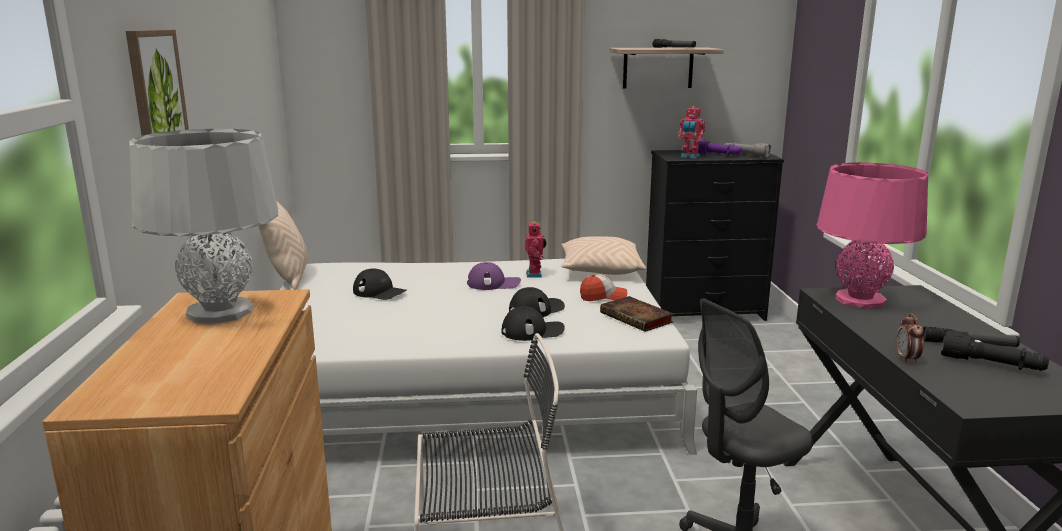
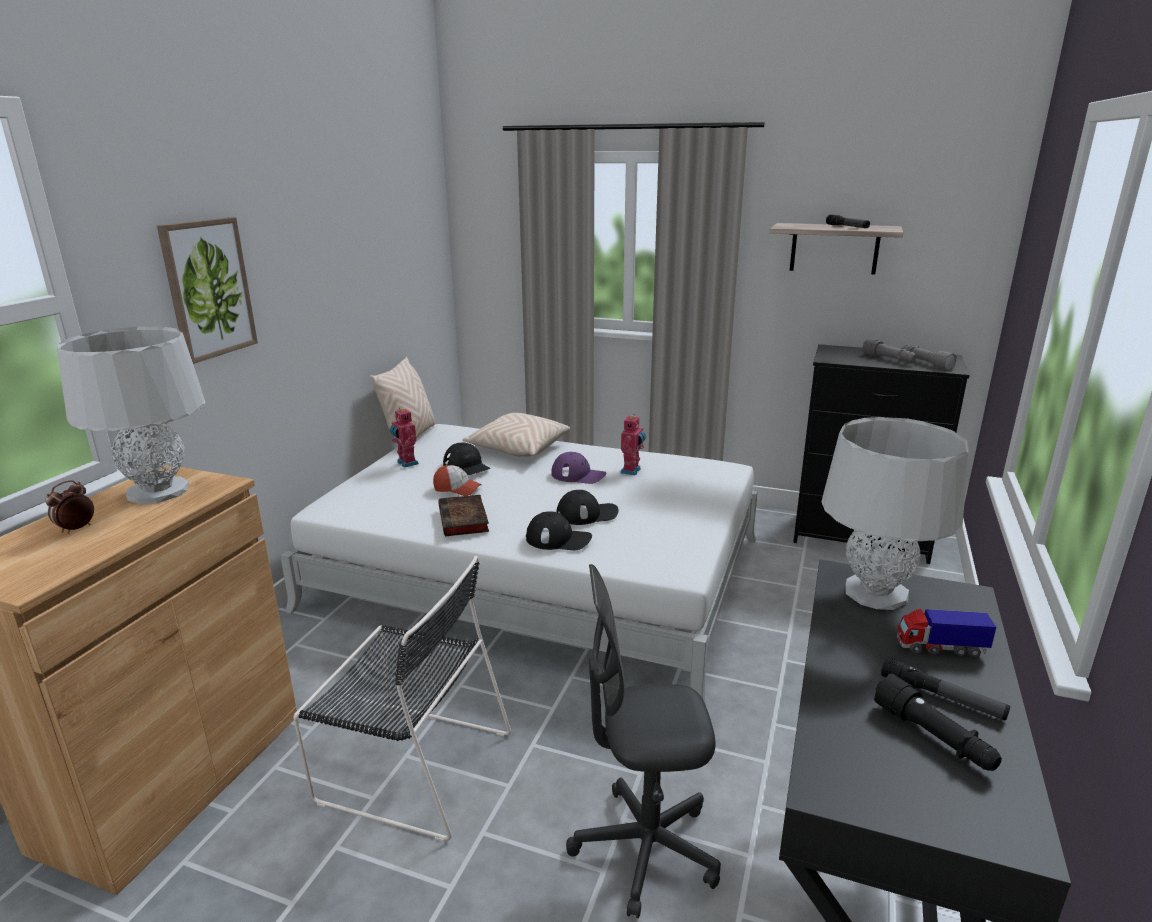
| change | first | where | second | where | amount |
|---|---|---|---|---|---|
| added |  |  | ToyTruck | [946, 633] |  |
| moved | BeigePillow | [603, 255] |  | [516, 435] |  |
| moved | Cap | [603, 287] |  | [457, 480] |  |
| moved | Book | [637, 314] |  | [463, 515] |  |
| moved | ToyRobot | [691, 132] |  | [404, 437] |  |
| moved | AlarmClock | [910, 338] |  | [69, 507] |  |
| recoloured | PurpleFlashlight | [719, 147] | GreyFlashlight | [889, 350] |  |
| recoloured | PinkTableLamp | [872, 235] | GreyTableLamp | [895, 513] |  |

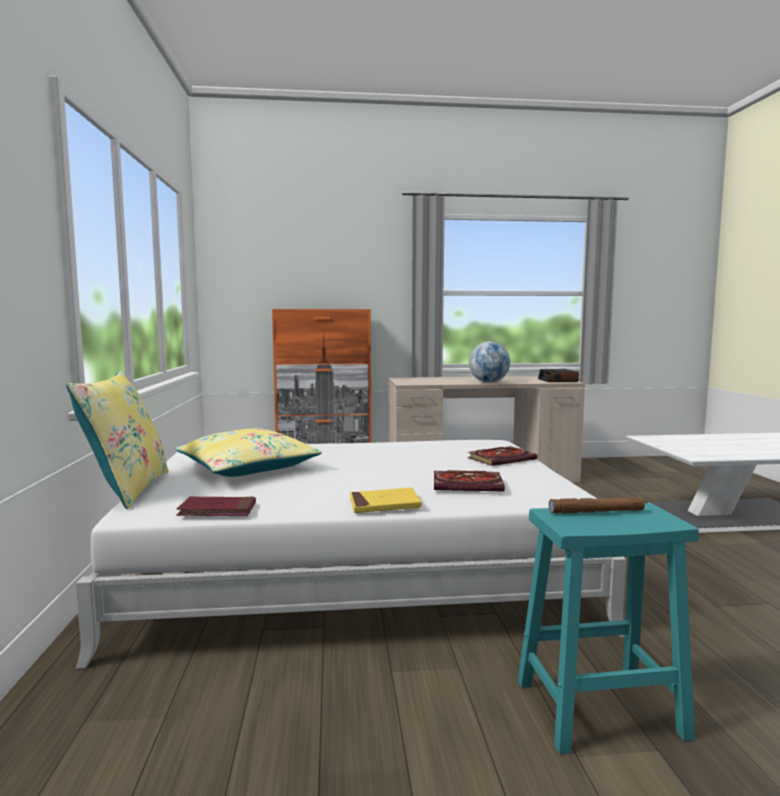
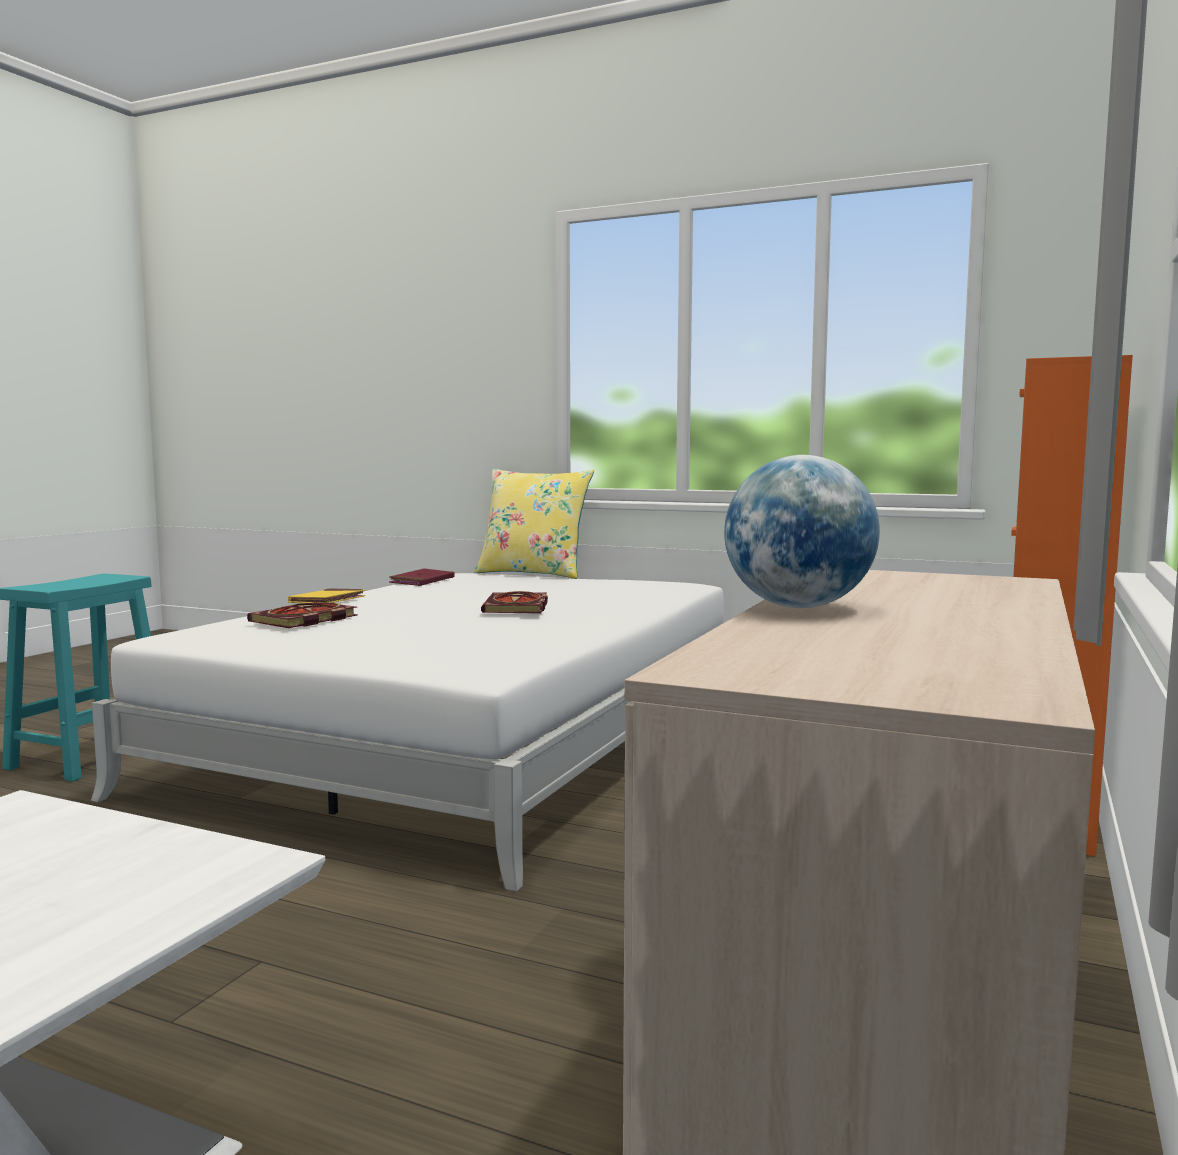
| change | first | where | second | where | amount |
|---|---|---|---|---|---|
| removed | YellowPillow | [249, 452] |  |  |  |
| removed | AlarmClock | [558, 375] |  |  |  |
| removed | BrownFlashlight | [597, 505] |  |  |  |
| moved | Book | [503, 456] |  | [514, 602] |  |

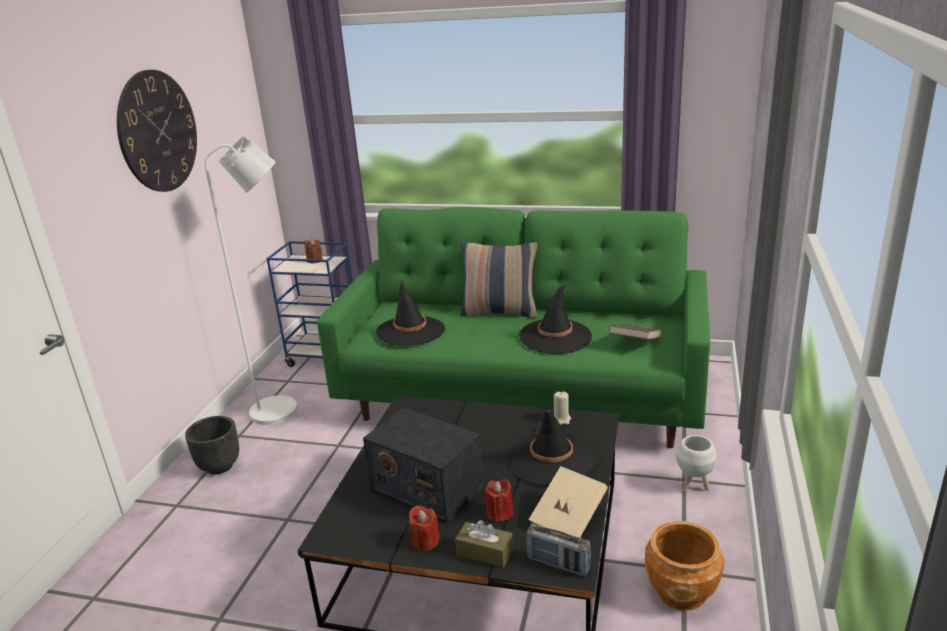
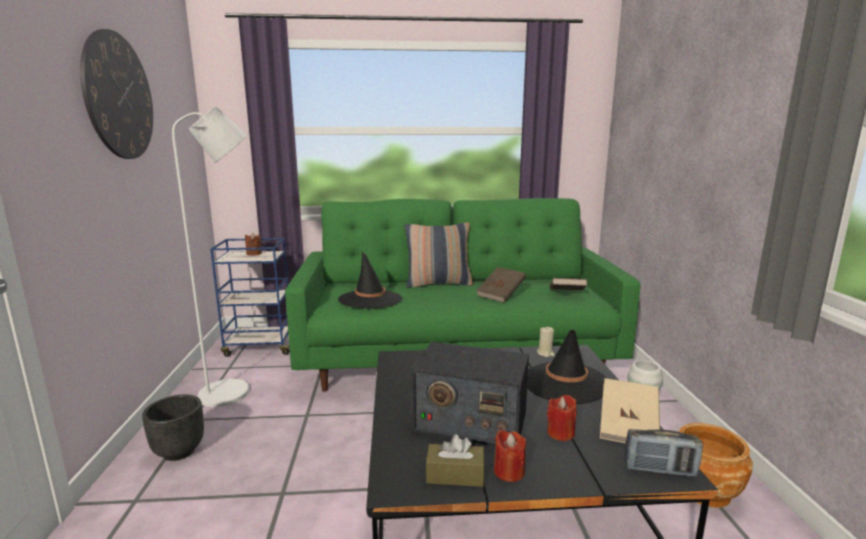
| change | first | where | second | where | amount |
|---|---|---|---|---|---|
| moved | BrownTissueBox | [484, 544] |  | [455, 460] |  |
| replaced | BlackHat | [555, 319] | BrownBook | [501, 285] |  |

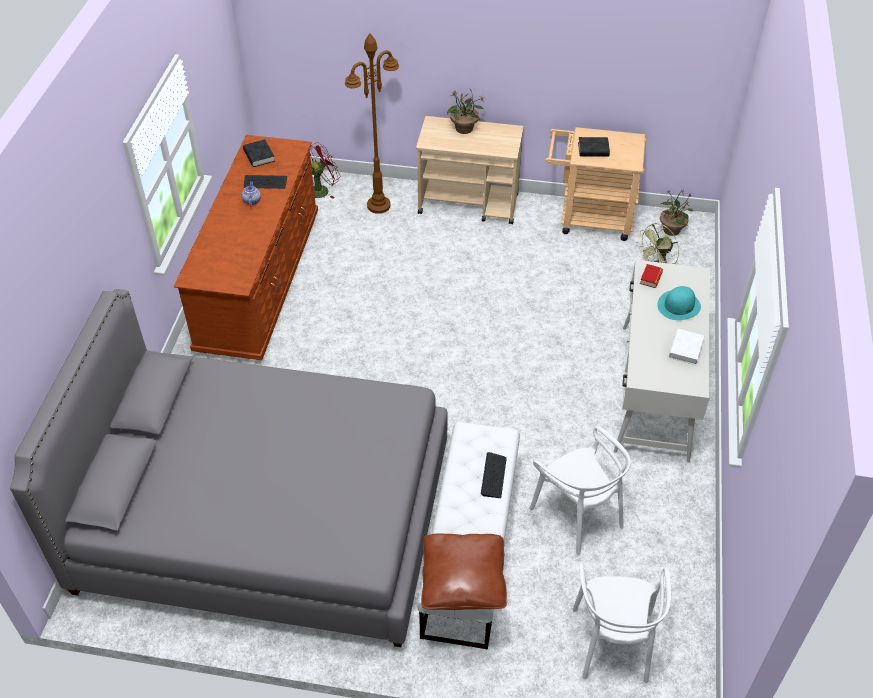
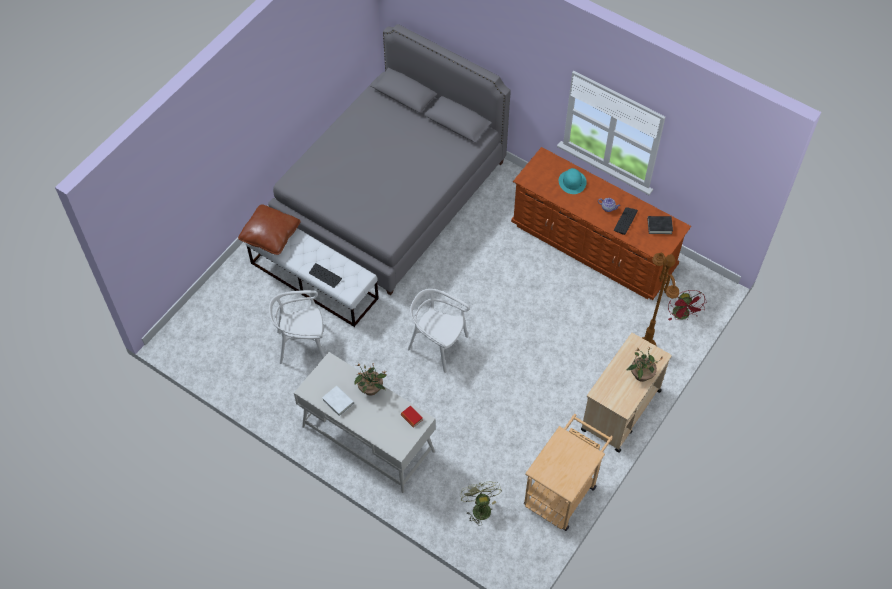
| change | first | where | second | where | amount |
|---|---|---|---|---|---|
| removed | BlackBook | [594, 147] |  |  |  |
| moved | WhiteChair | [622, 622] |  | [439, 331] |  |
| moved | TurquoiseHat | [679, 303] |  | [573, 181] |  |
| moved | PottedPlant | [676, 213] |  | [370, 379] |  |

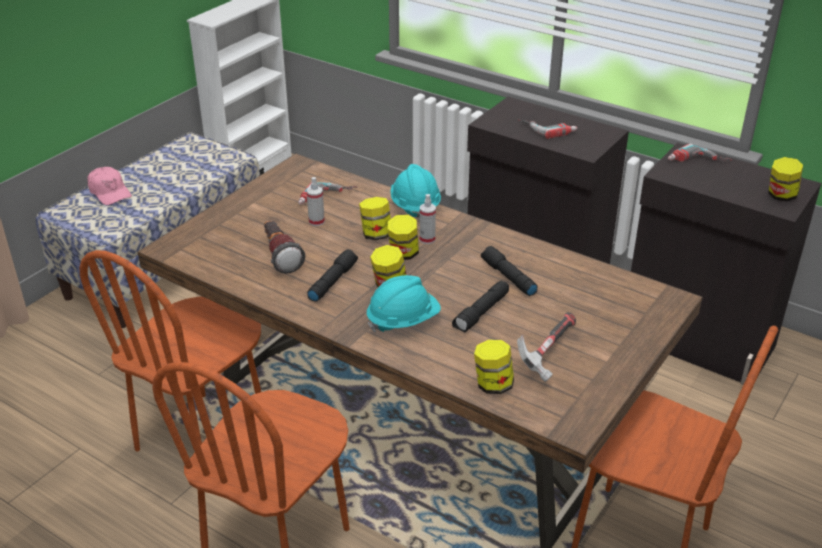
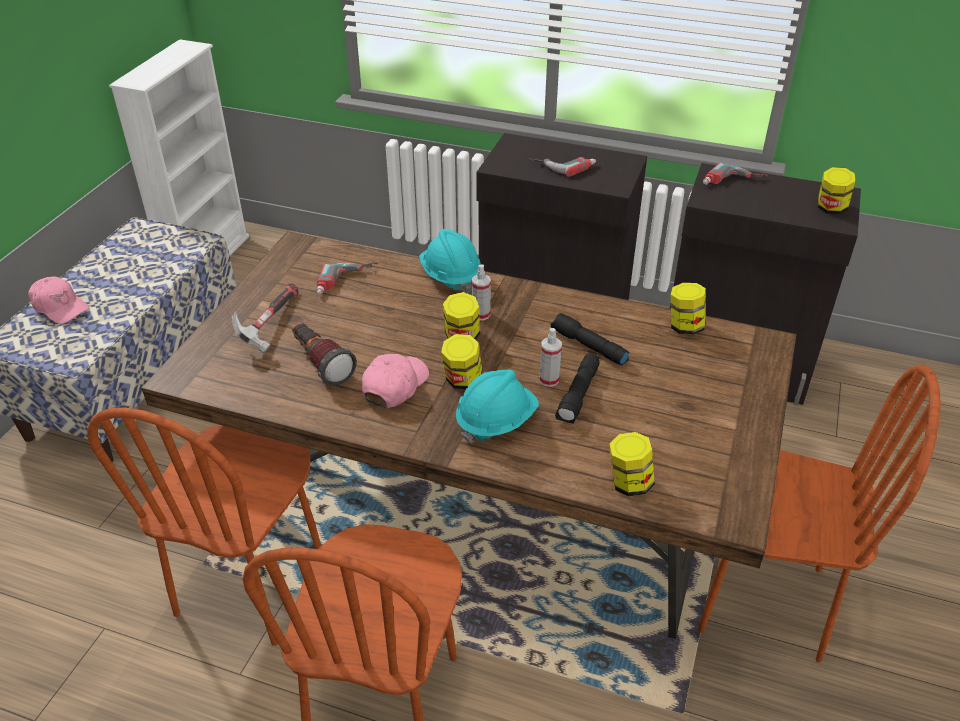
| change | first | where | second | where | amount |
|---|---|---|---|---|---|
| moved | SprayBottle | [316, 201] |  | [551, 357] |  |
| moved | Jar | [375, 218] |  | [688, 308] |  |
| moved | Hammer | [546, 347] |  | [265, 318] |  |
| replaced | BlackFlashlight | [332, 275] | PinkCap | [395, 381] |  |

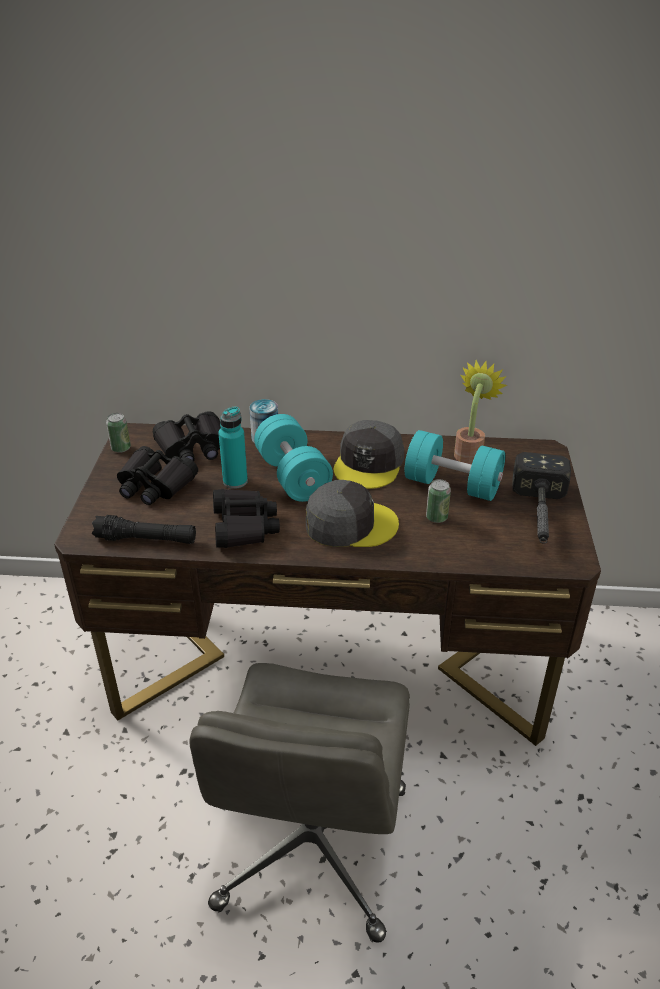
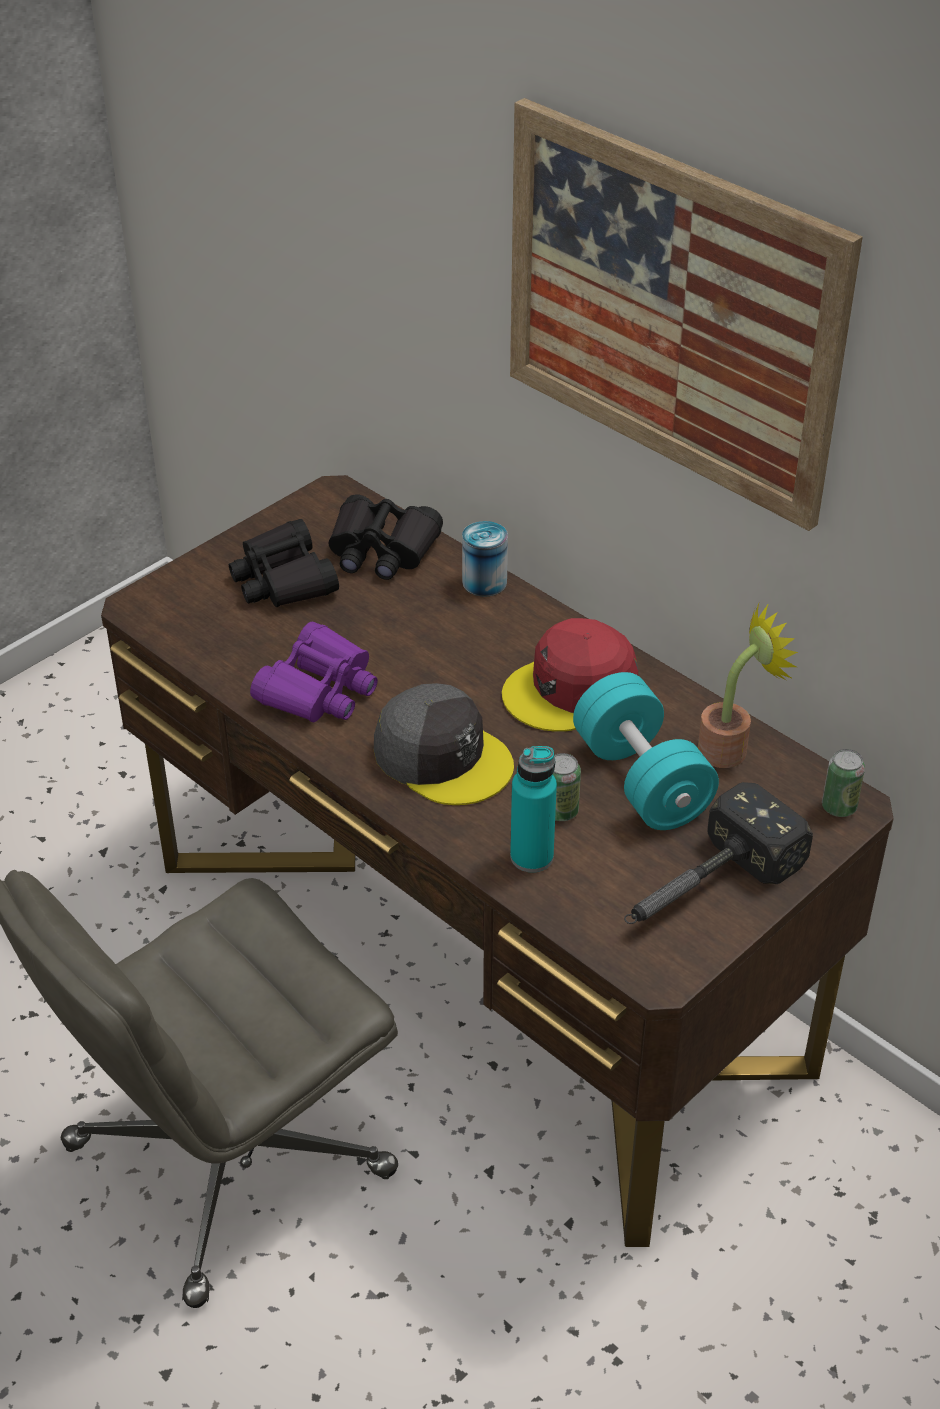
| change | first | where | second | where | amount |
|---|---|---|---|---|---|
| removed | BlackFlashlight | [144, 529] |  |  |  |
| removed | TurquoiseDumbbell | [293, 458] |  |  |  |
| added |  |  | Picture | [686, 314] |  |
| moved | Can | [118, 433] |  | [843, 783] |  |
| moved | TurquoiseBottle | [233, 447] |  | [533, 809] |  |
| recoloured | BlackBinoculars | [246, 518] | PurpleBinoculars | [314, 671] |  |
| recoloured | GreyCap | [368, 454] | RedCap | [570, 675] |  |

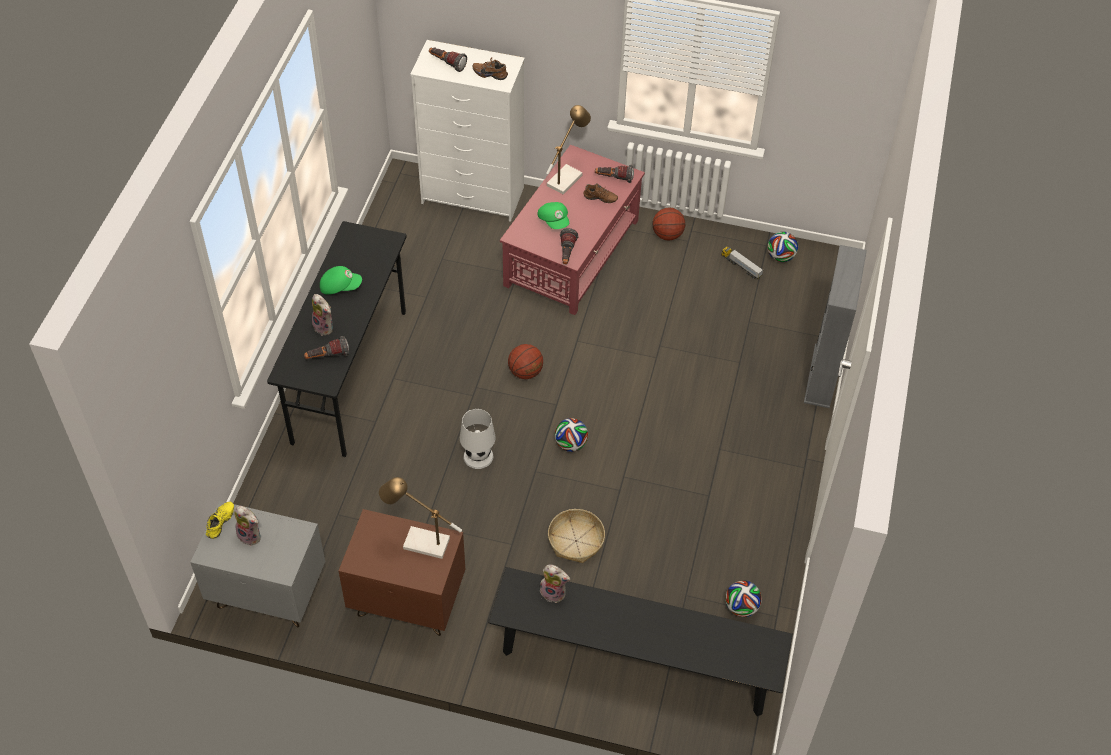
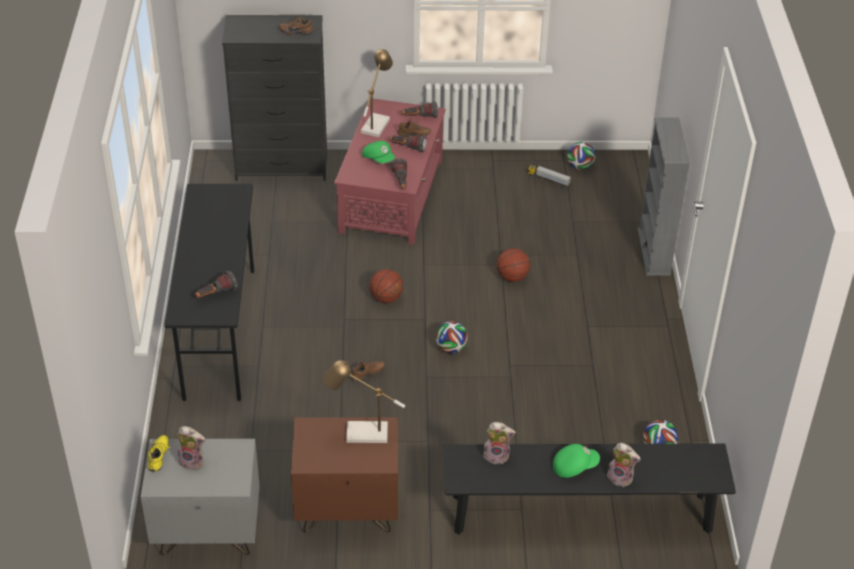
| change | first | where | second | where | amount |
|---|---|---|---|---|---|
| removed | Basket | [576, 536] |  |  |  |
| moved | PlushToy | [322, 315] |  | [624, 465] |  |
| moved | GreenCap | [341, 280] |  | [576, 461] |  |
| moved | Flashlight | [448, 59] |  | [408, 144] |  |
| moved | Basketball | [668, 224] |  | [513, 265] |  |
| replaced | WhiteTableLamp | [478, 439] | BrownShoe | [368, 371] |  |
| recoloured | WhiteDresser | [467, 131] | BlackDresser | [274, 98] |  |

